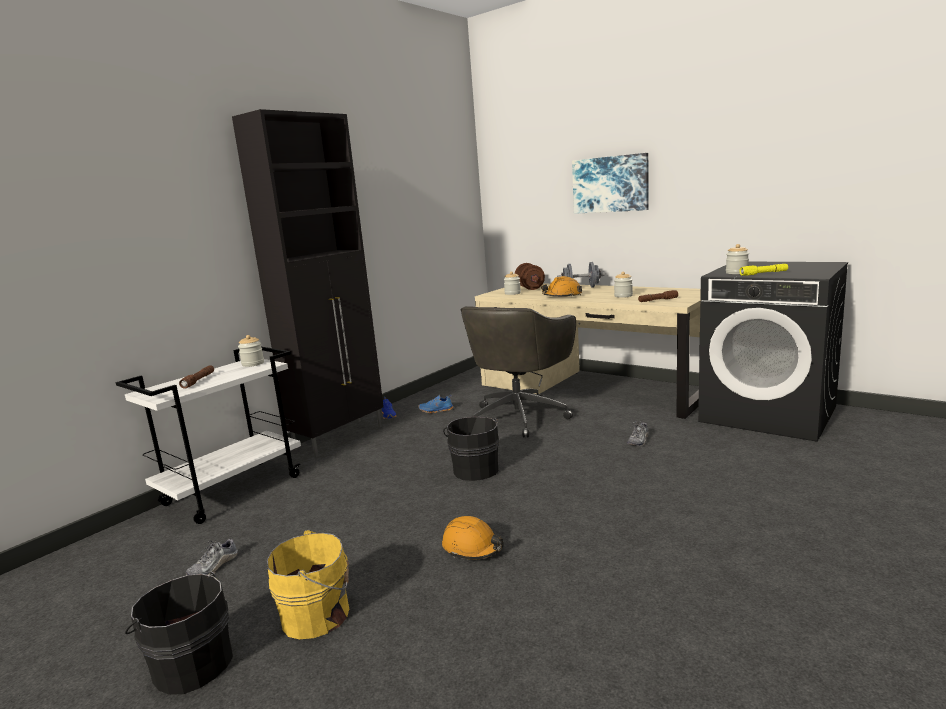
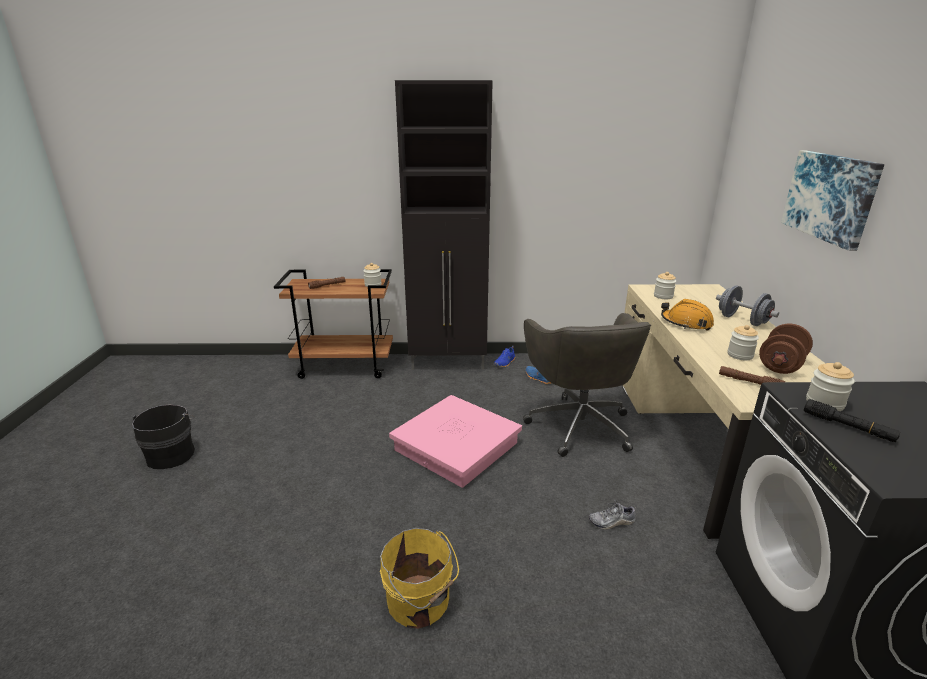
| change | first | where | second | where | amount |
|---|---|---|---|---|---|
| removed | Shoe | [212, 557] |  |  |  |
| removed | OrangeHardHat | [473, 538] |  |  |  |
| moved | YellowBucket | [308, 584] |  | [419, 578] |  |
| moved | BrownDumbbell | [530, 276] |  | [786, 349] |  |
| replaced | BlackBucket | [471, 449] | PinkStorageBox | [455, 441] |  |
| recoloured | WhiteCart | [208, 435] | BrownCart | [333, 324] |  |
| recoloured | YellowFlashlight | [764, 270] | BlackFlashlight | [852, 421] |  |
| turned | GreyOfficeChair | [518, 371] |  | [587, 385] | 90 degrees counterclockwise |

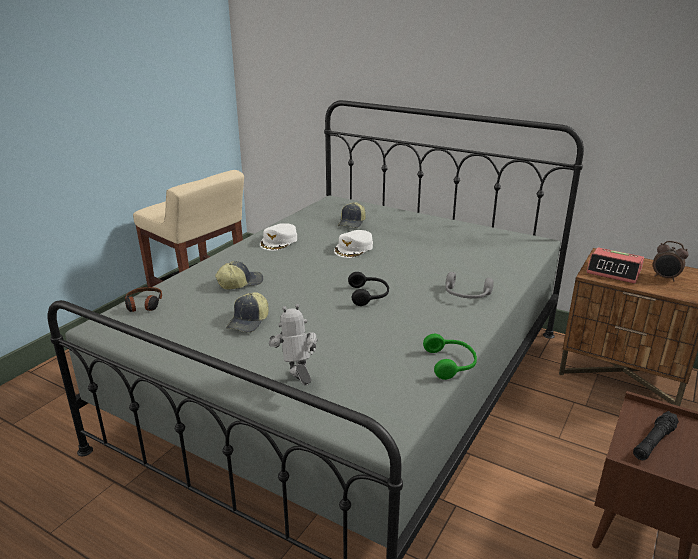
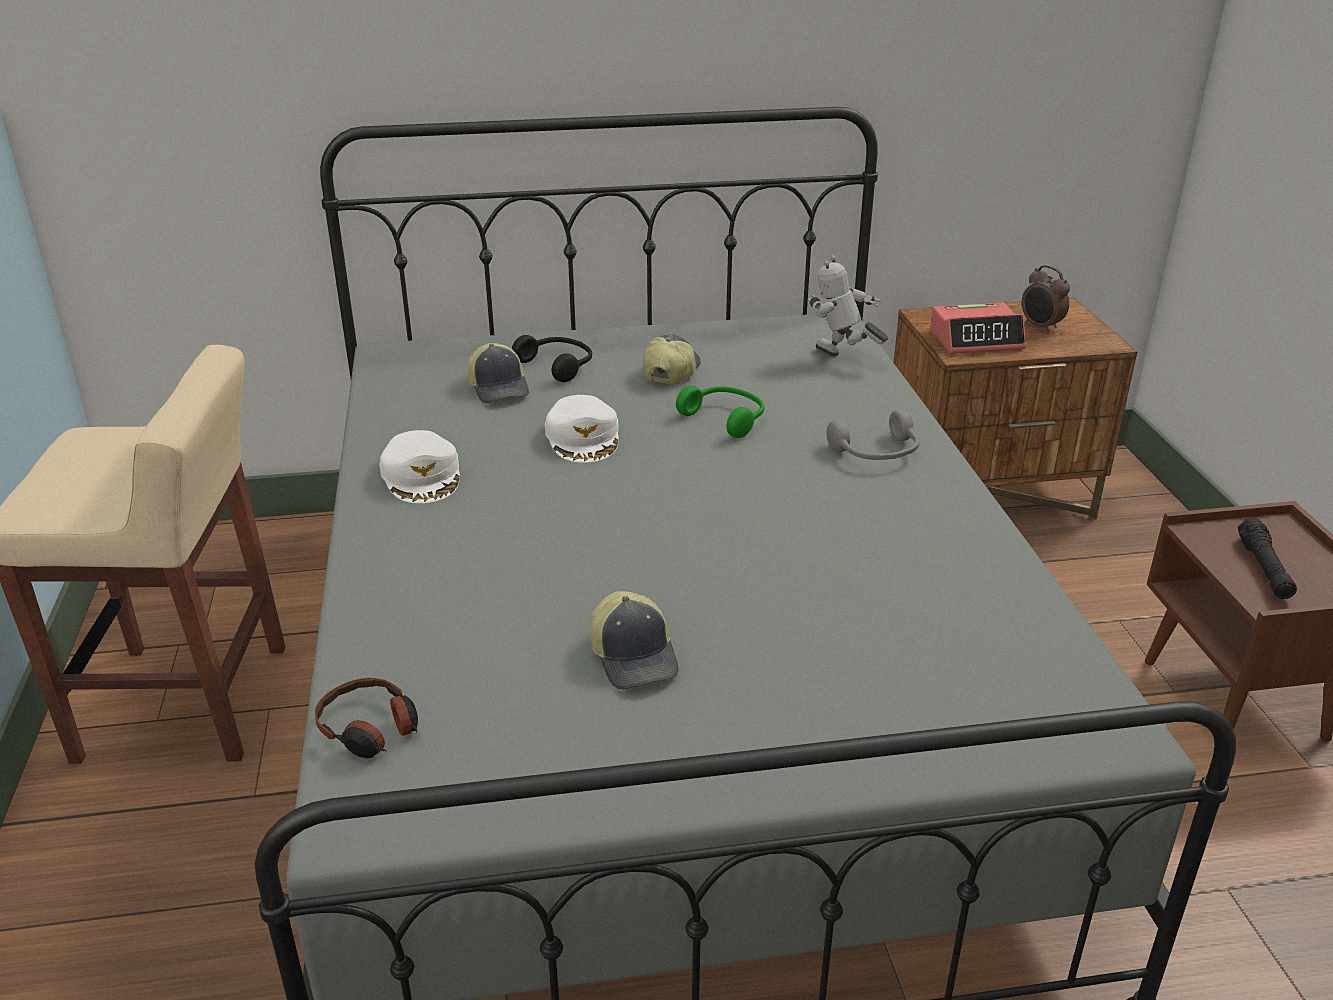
| change | first | where | second | where | amount |
|---|---|---|---|---|---|
| moved | Cap | [239, 275] |  | [672, 359] |  |
| moved | ToyRobot | [293, 344] |  | [848, 306] |  |
| moved | BlackHeadphones | [368, 289] |  | [552, 358] |  |
| moved | GreenHeadphones | [450, 357] |  | [720, 412] |  |
| turned | AlarmClock | [671, 261] |  | [1046, 299] | 60 degrees clockwise |

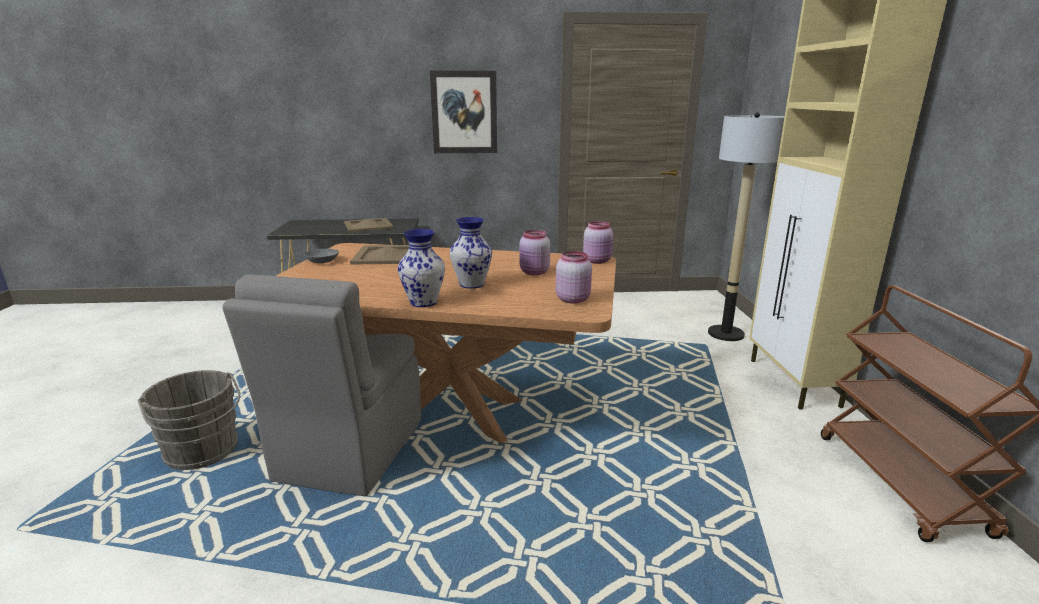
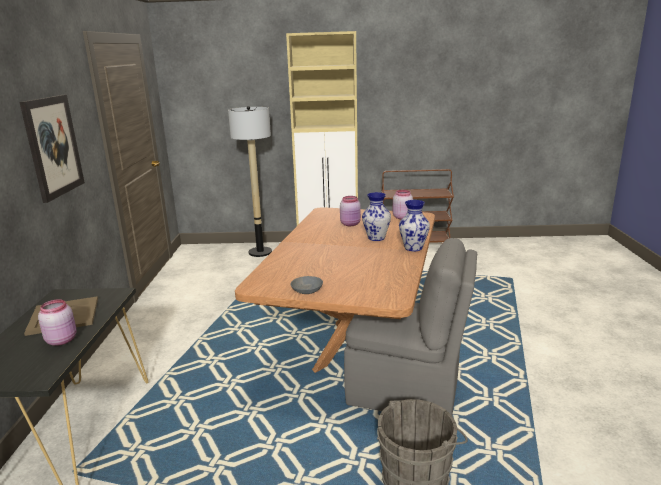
| change | first | where | second | where | amount |
|---|---|---|---|---|---|
| removed | BeigeTray | [379, 255] |  |  |  |
| moved | PinkJar | [598, 242] |  | [57, 322] |  |

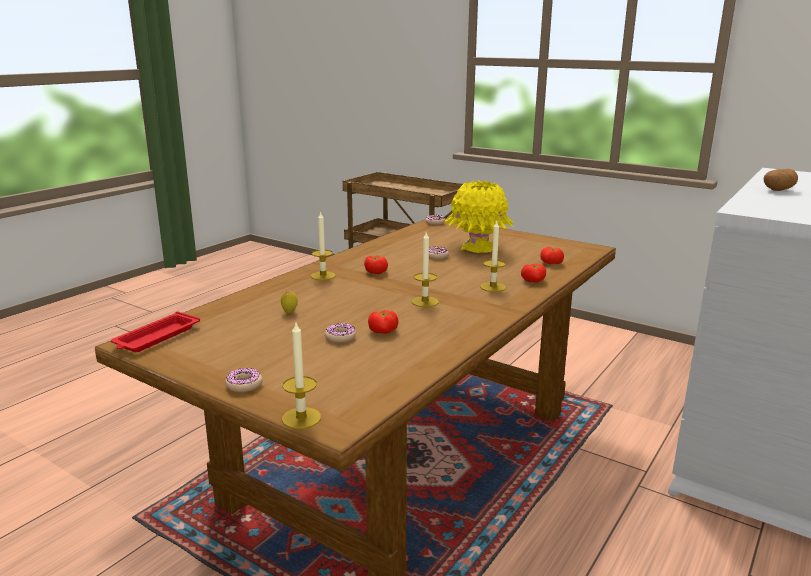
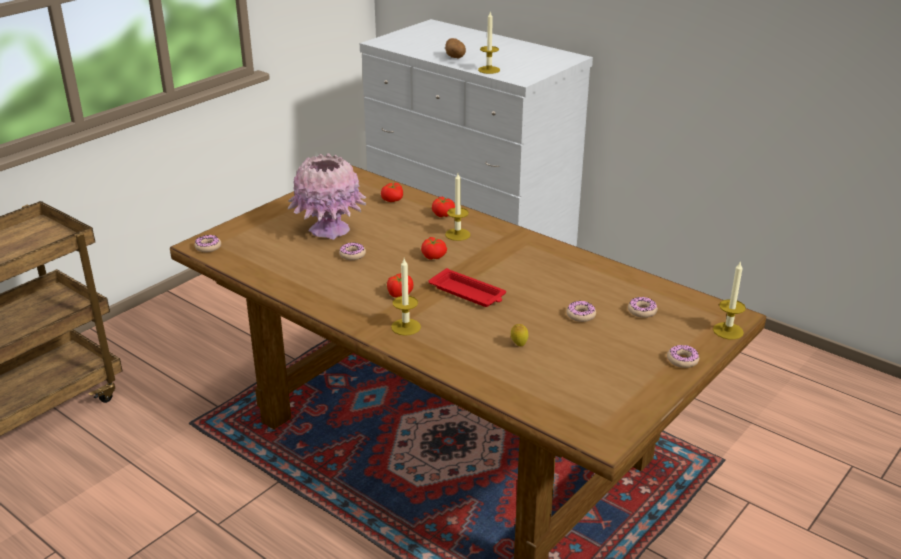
| change | first | where | second | where | amount |
|---|---|---|---|---|---|
| added |  |  | Donut | [643, 307] |  |
| moved | RedTray | [155, 331] |  | [467, 287] |  |
| moved | Tomato | [383, 322] |  | [434, 248] |  |
| moved | Candle | [425, 269] |  | [489, 43] |  |
| recoloured | YellowVase | [479, 216] | PinkVase | [326, 196] |  |

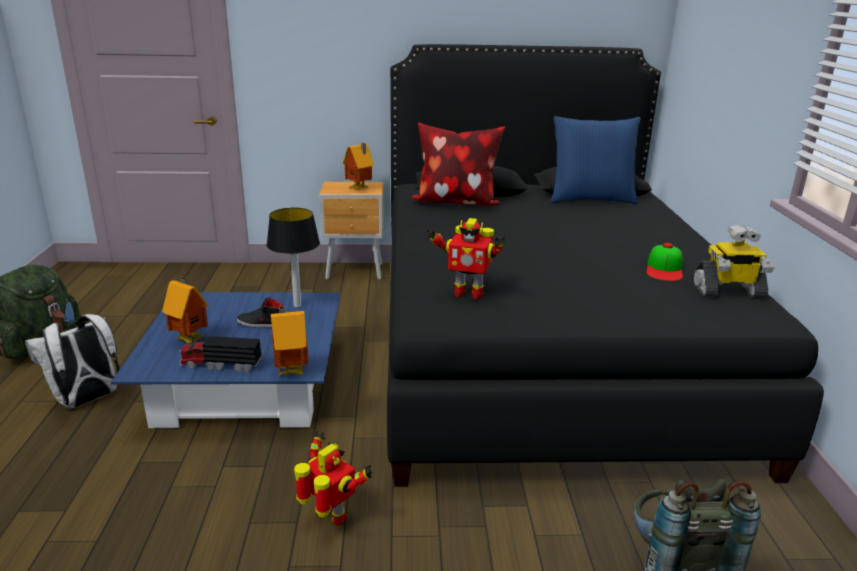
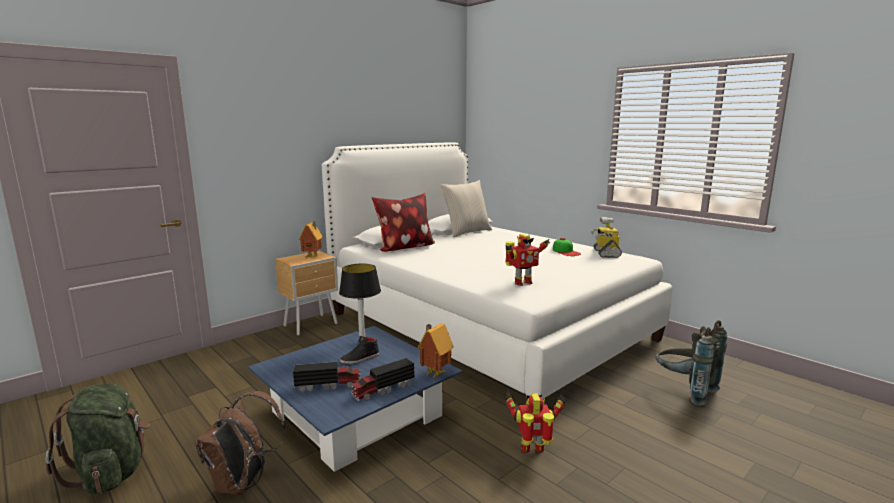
| change | first | where | second | where | amount |
|---|---|---|---|---|---|
| replaced | ToyHouse | [185, 311] | ToyTruck | [327, 377] |  |
| recoloured | WhiteBackpack | [72, 361] | BrownBackpack | [240, 443] |  |
| recoloured | BlackBed | [605, 265] | WhiteBed | [497, 271] |  |
| recoloured | BluePillow | [595, 160] | BeigePillow | [466, 208] |  |
| turned | ToyRobot | [733, 261] |  | [606, 237] | 135 degrees clockwise |

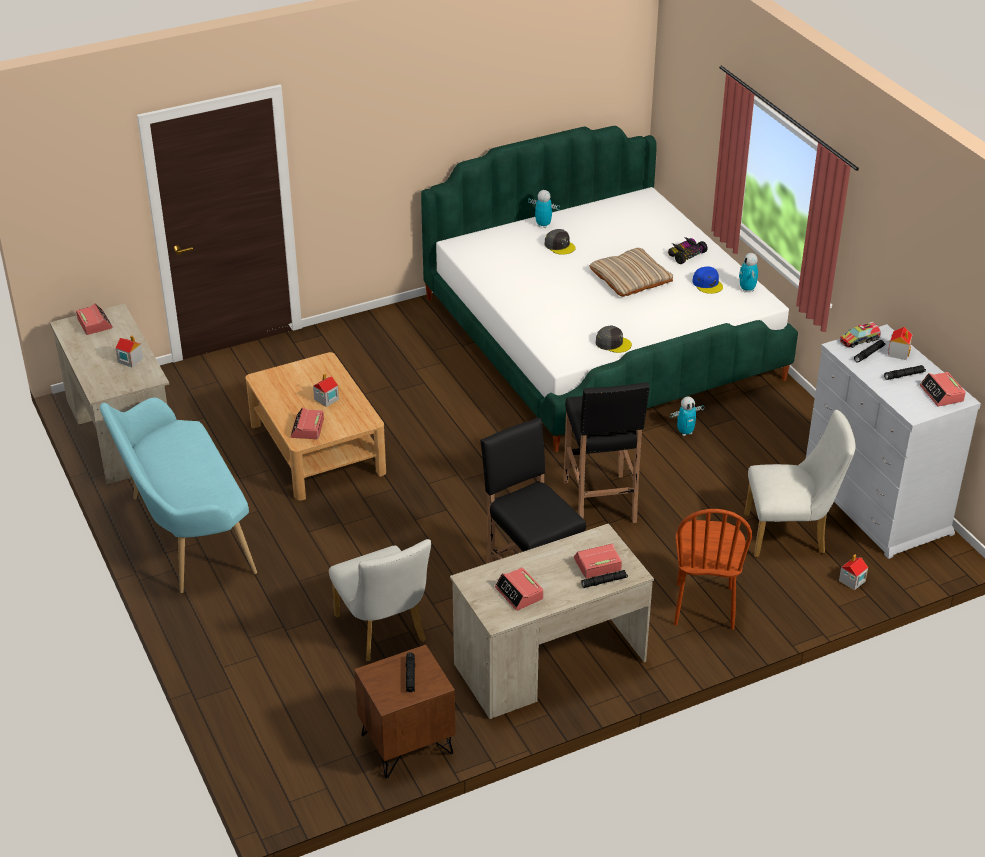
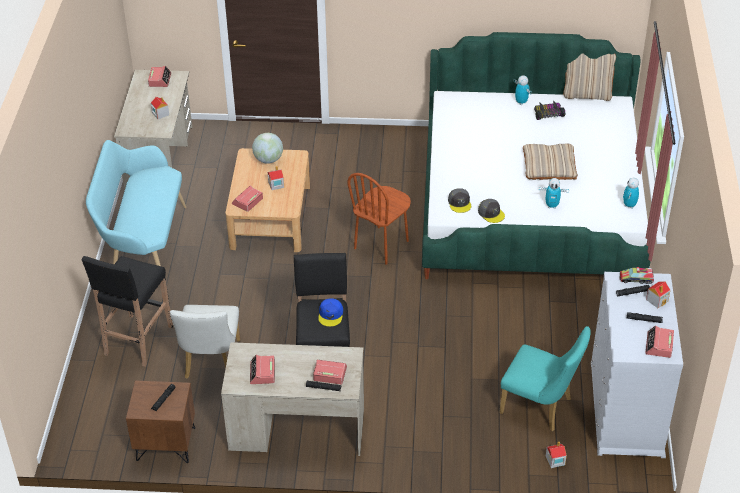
| change | first | where | second | where | amount |
|---|---|---|---|---|---|
| added |  |  | Globe | [267, 148] |  |
| added |  |  | BeigePillow | [589, 77] |  |
| moved | GreyCap | [560, 242] |  | [459, 200] |  |
| moved | BlackStool | [606, 452] |  | [127, 311] |  |
| moved | ToyCar | [688, 250] |  | [549, 110] |  |
| moved | ToyRobot | [687, 416] |  | [554, 193] |  |
| moved | BrownChair | [713, 569] |  | [379, 219] |  |
| moved | BlueCap | [707, 280] |  | [330, 312] |  |
| recoloured | WhiteChair | [800, 483] | TurquoiseChair | [545, 378] |  |

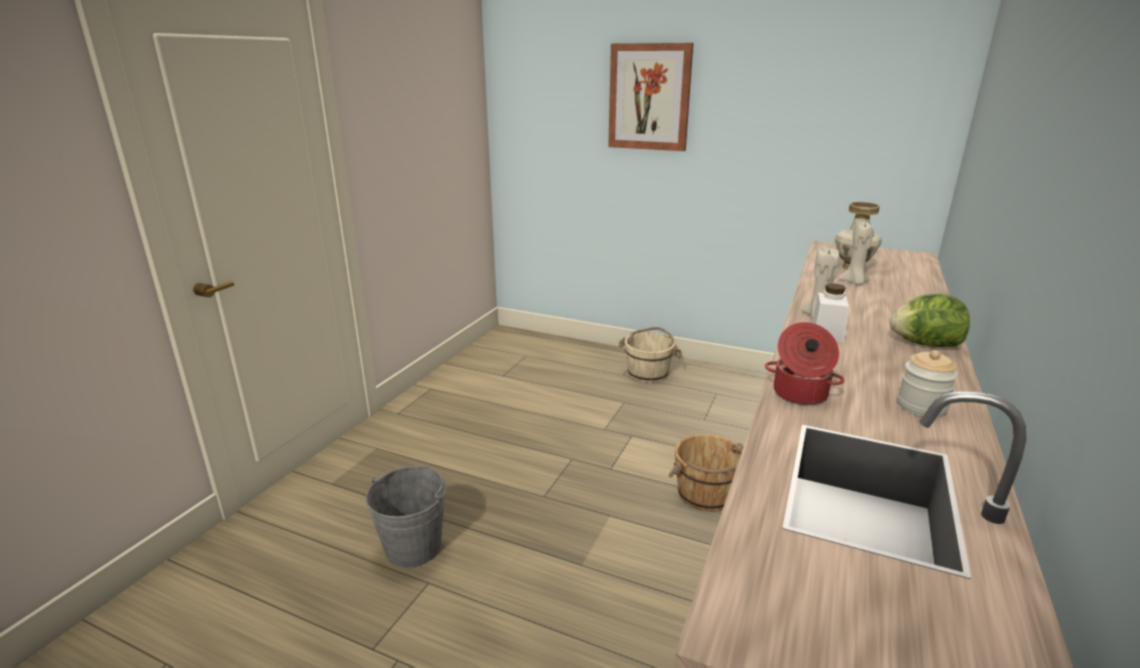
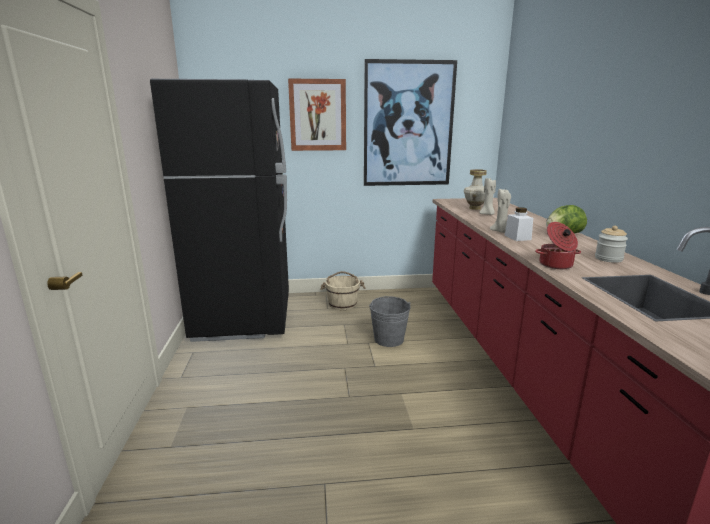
| change | first | where | second | where | amount |
|---|---|---|---|---|---|
| removed | BrownBucket | [706, 473] |  |  |  |
| added |  |  | BlackFridge | [219, 210] |  |
| added |  |  | Picture | [410, 122] |  |
| moved | GreyBucket | [406, 517] |  | [390, 321] |  |

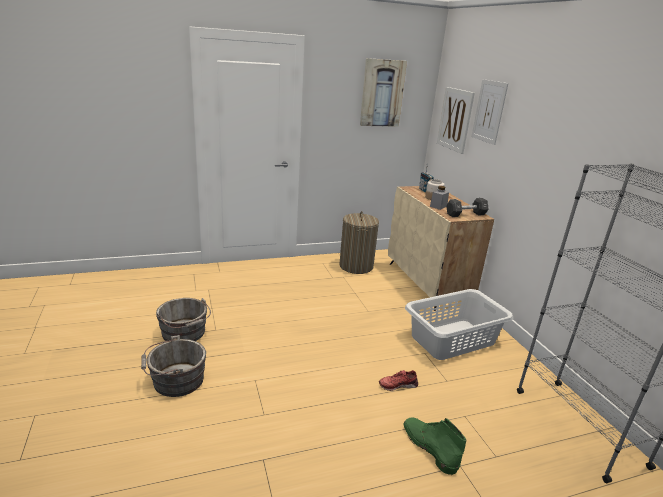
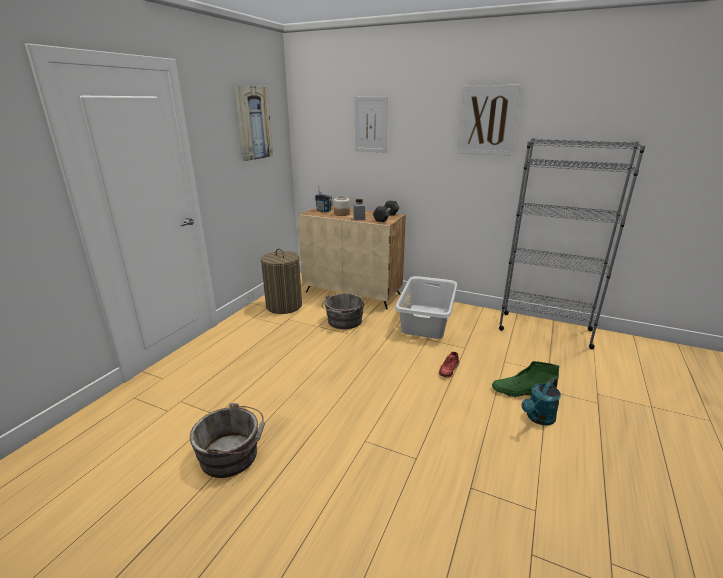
| change | first | where | second | where | amount |
|---|---|---|---|---|---|
| added |  |  | TurquoiseWateringCan | [541, 401] |  |
| moved | GreyBucket | [173, 366] |  | [343, 311] |  |
| moved | Picture | [456, 120] |  | [489, 120] |  |

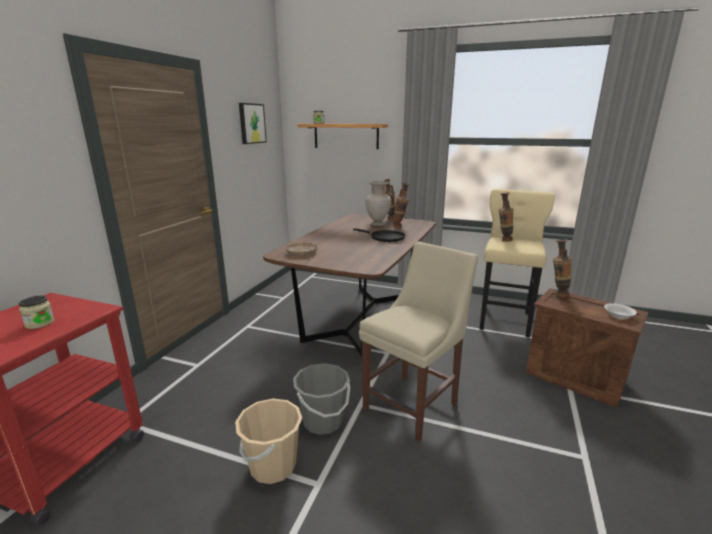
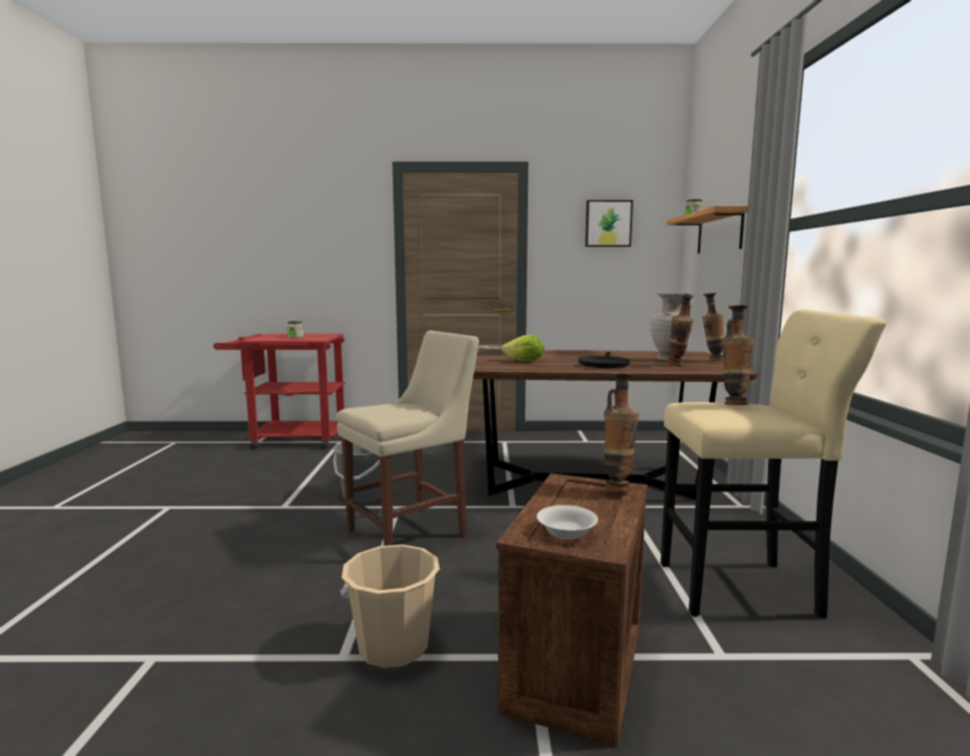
| change | first | where | second | where | amount |
|---|---|---|---|---|---|
| added |  |  | Lettuce | [522, 348] |  |
| moved | BeigeBucket | [268, 441] |  | [390, 606] |  |
| turned | BeigeChair | [418, 342] |  | [407, 438] | 60 degrees counterclockwise |

